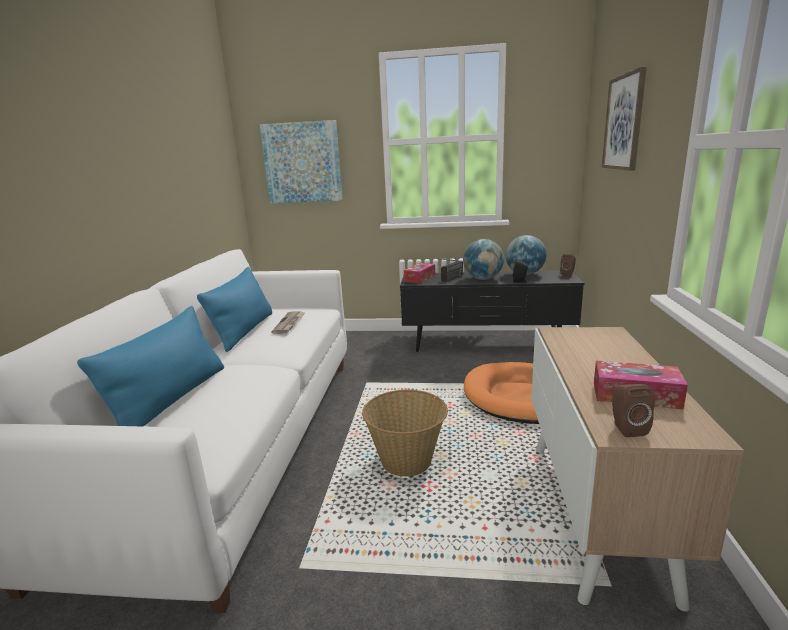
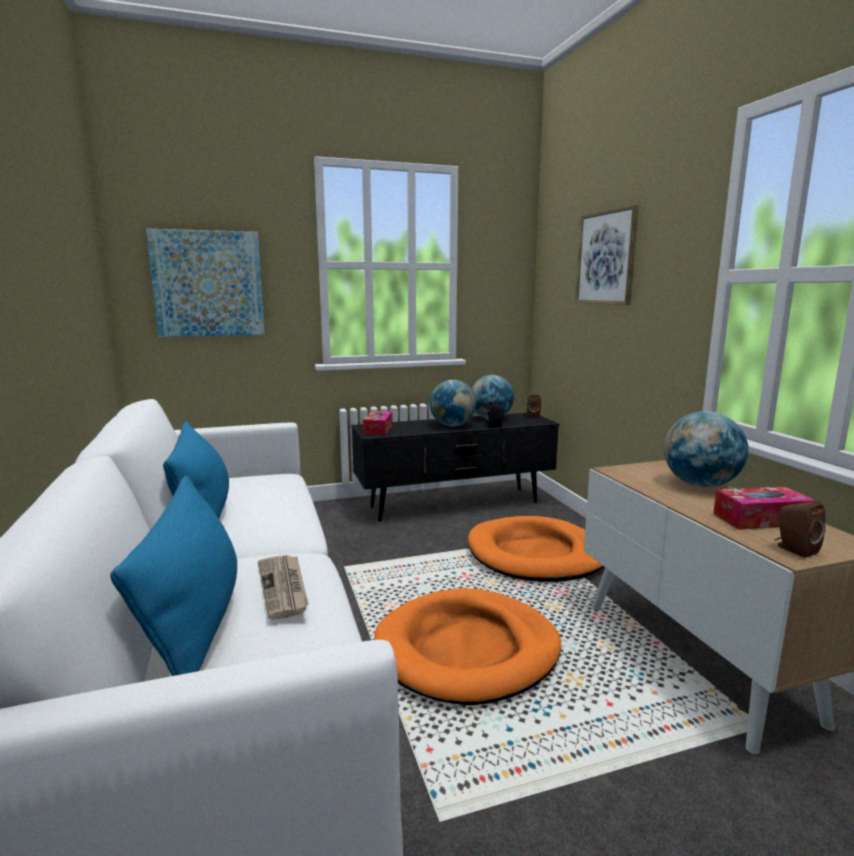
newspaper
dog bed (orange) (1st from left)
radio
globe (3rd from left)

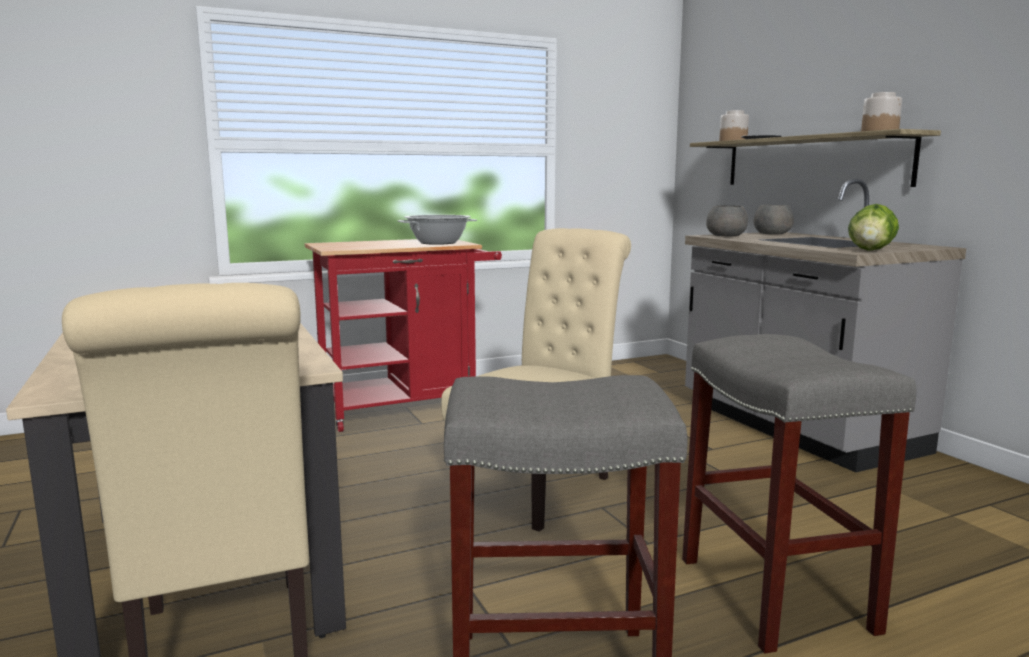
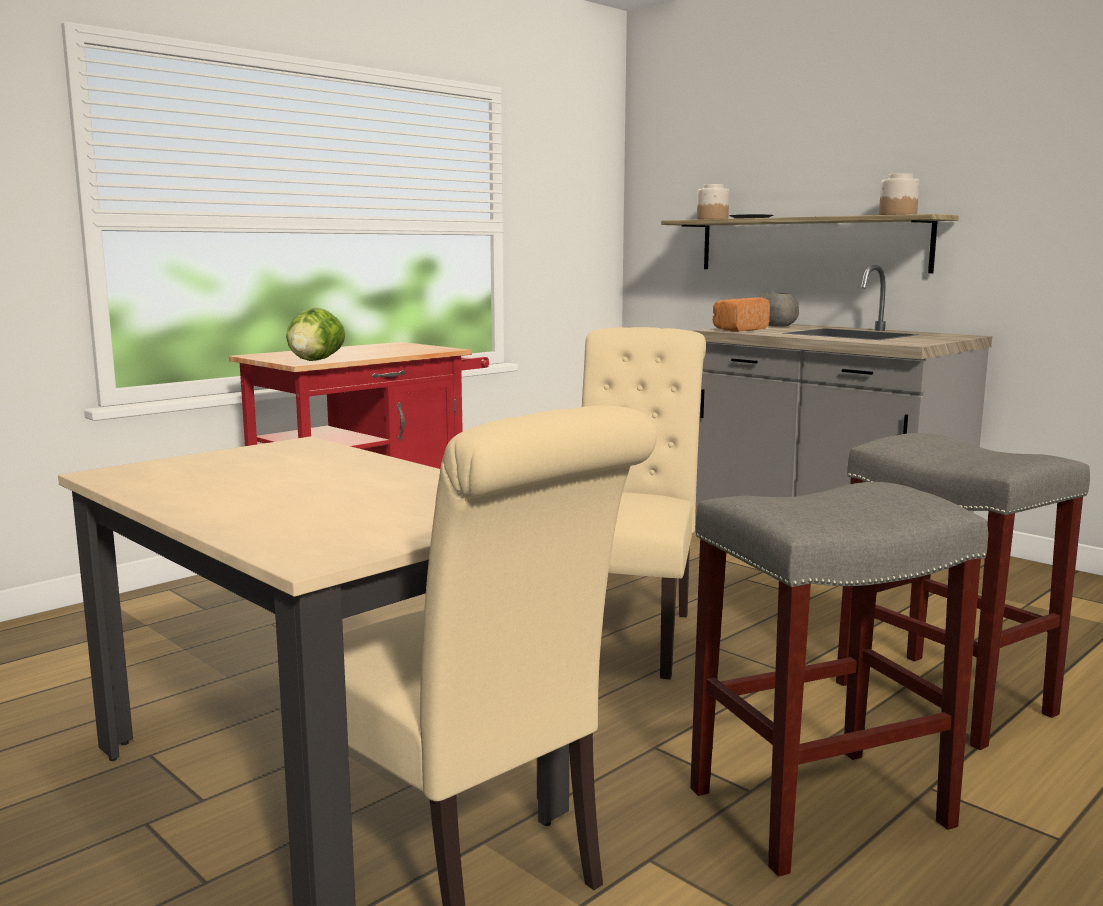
cooking pot
bread
lettuce

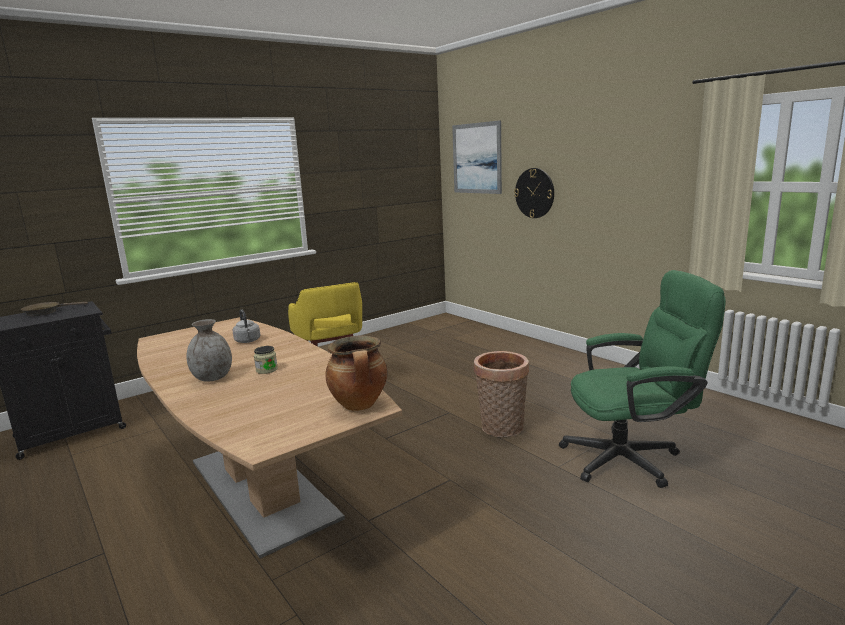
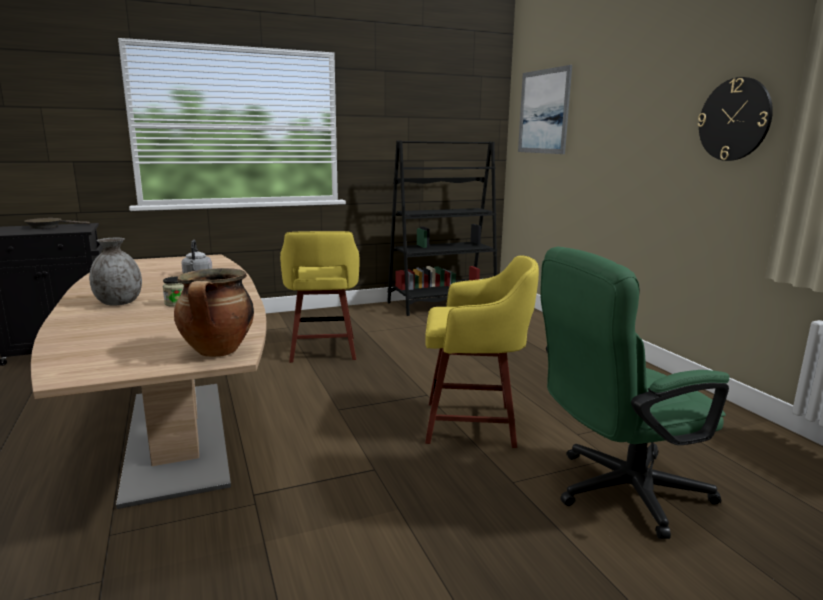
stool (yellow) (2nd from left)
wall clock
office chair (green)
bookcase (black)

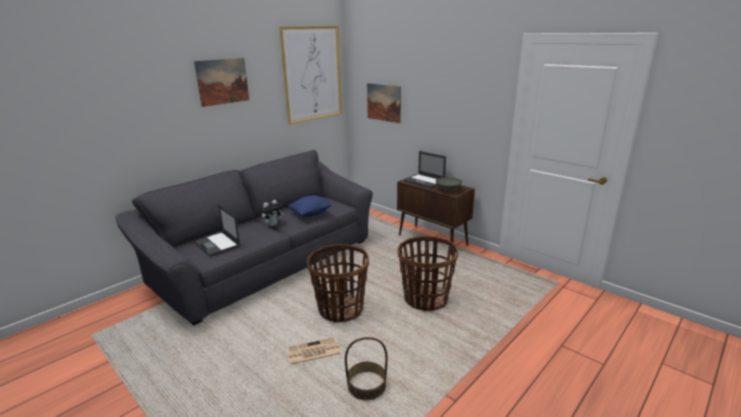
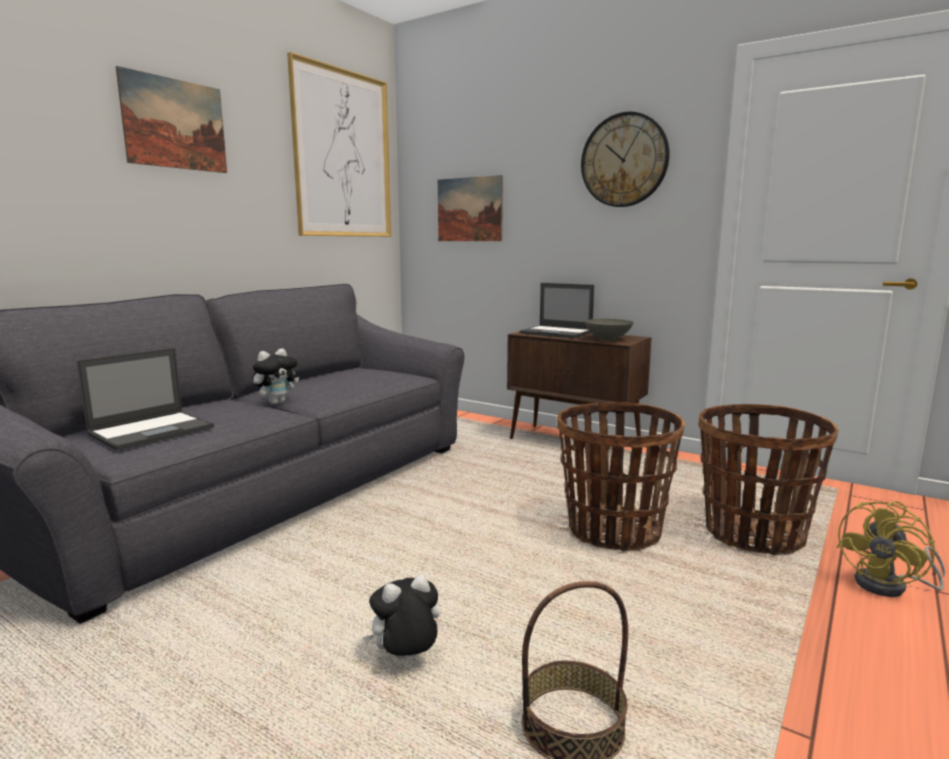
laptop (1st from left)
pillow (blue)
plush toy (2nd from left)
basket (3rd from left)
wall clock
fan (yellow)

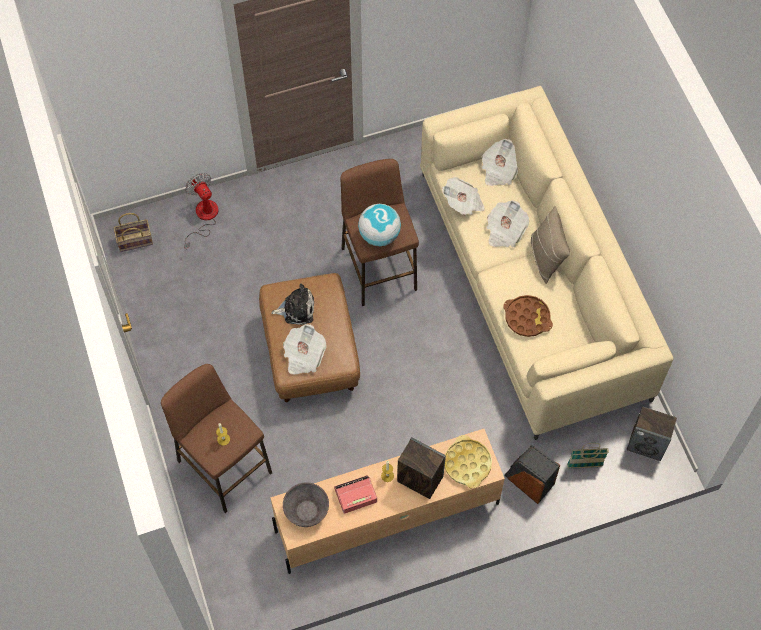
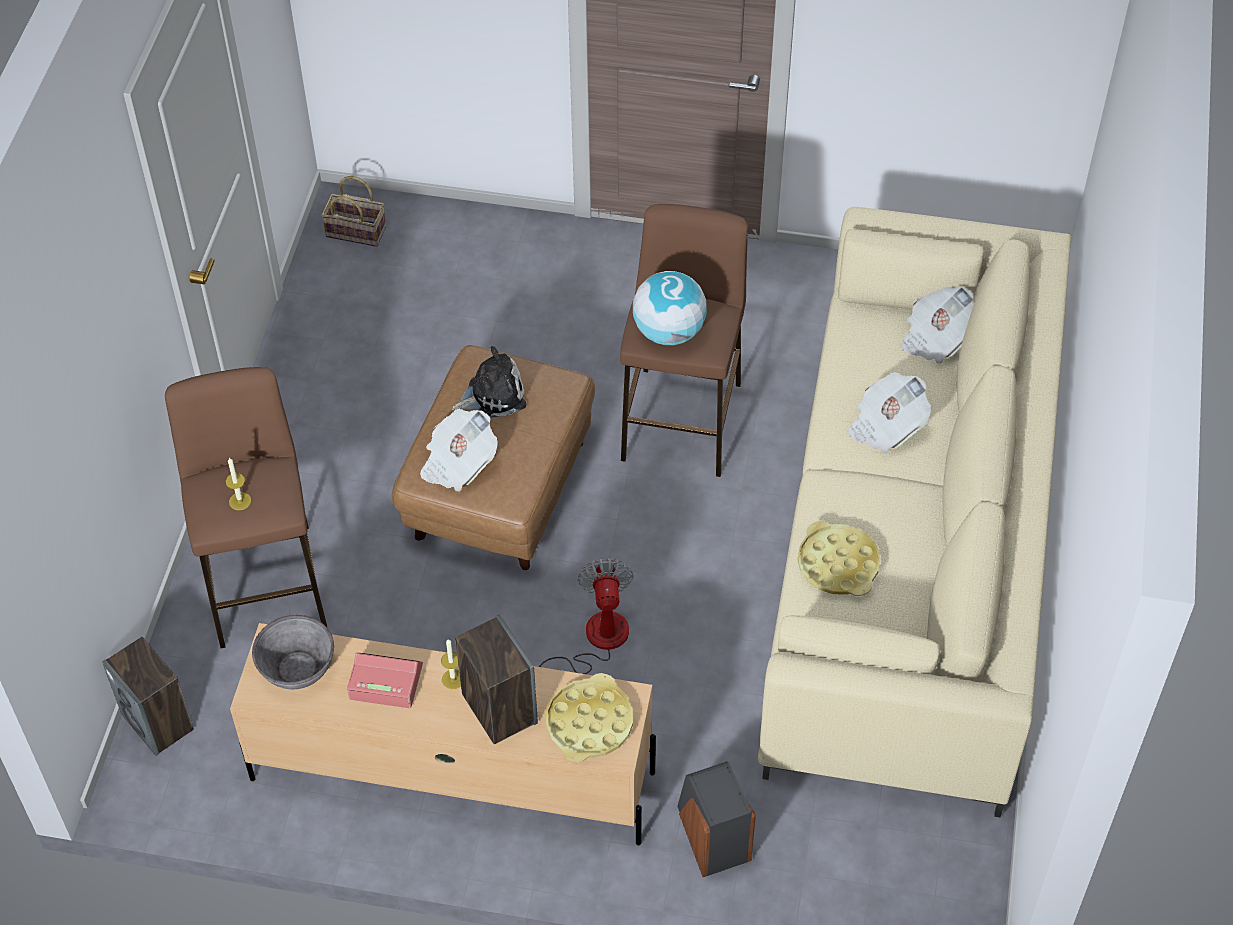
fan
plush toy
newspaper (2nd from left in the first image)
tray (yellow) (2nd from left)
pillow (beige)
basket (2nd from left in the first image)
speaker (1st from left)

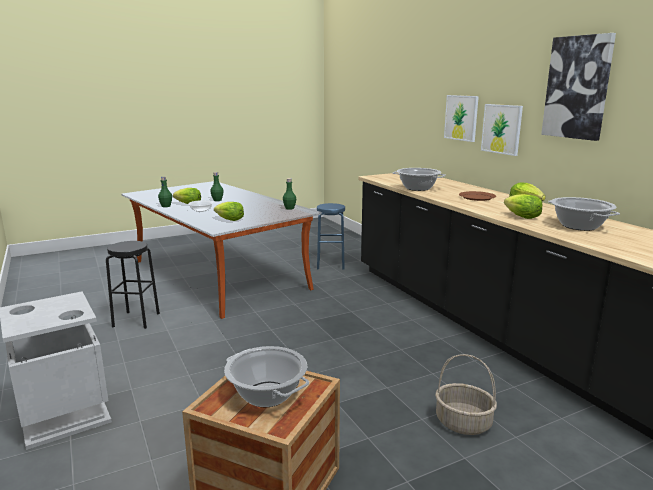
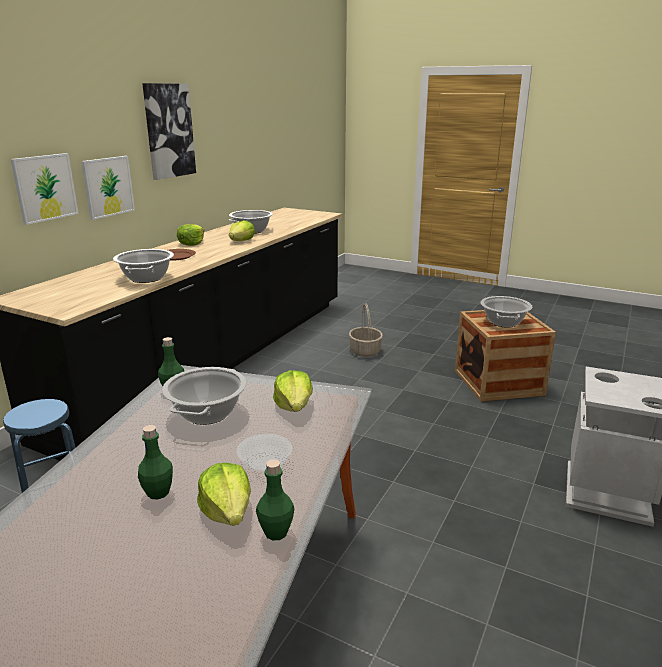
stool (black)
cooking pot (2nd from left)

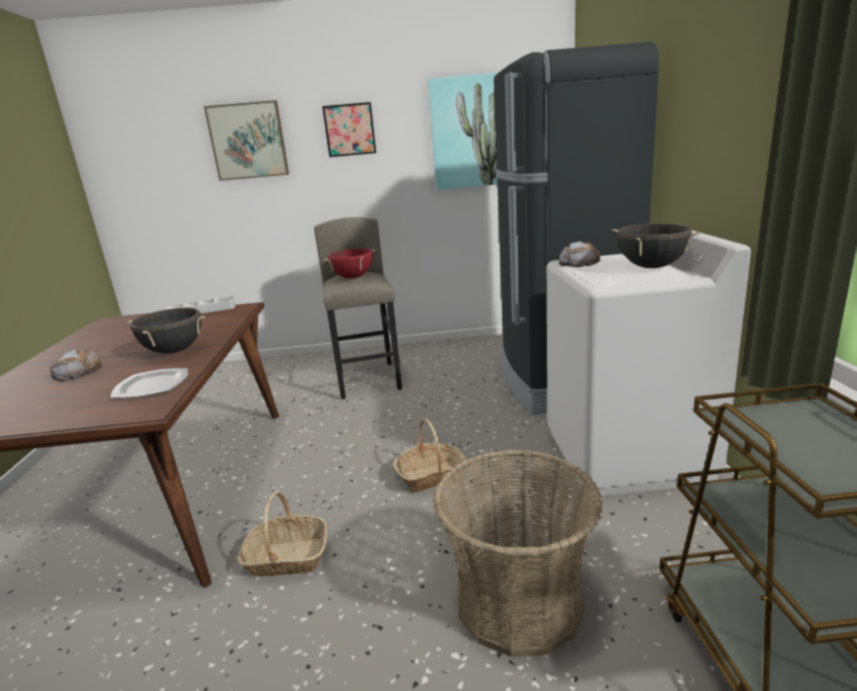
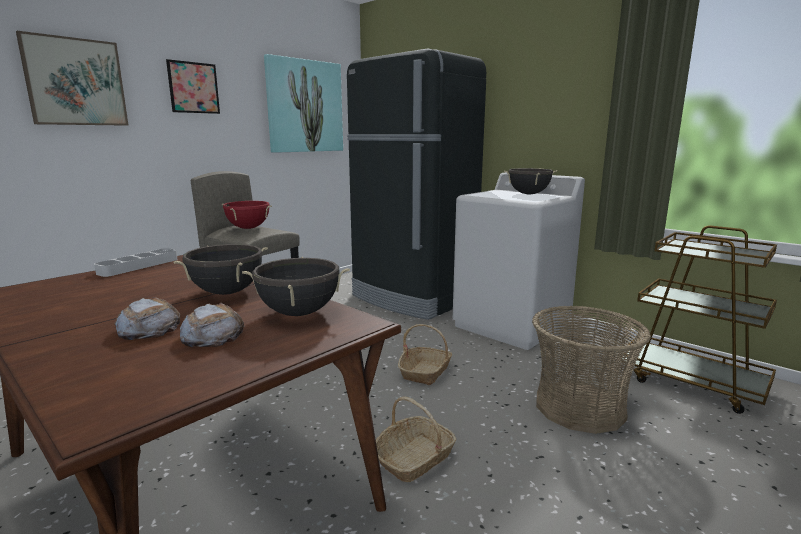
cooking pot (black) (2nd from left)
bread (2nd from left)

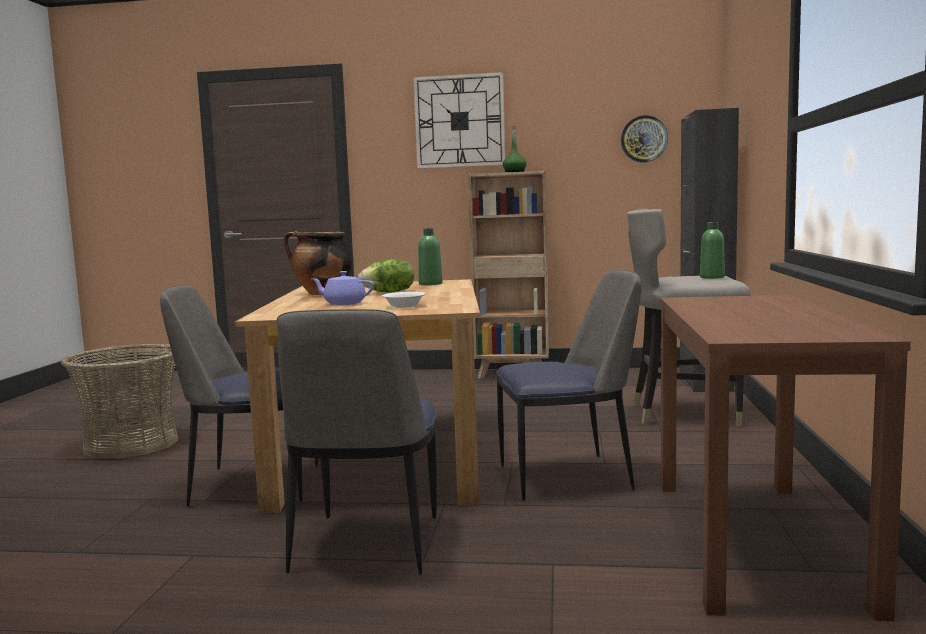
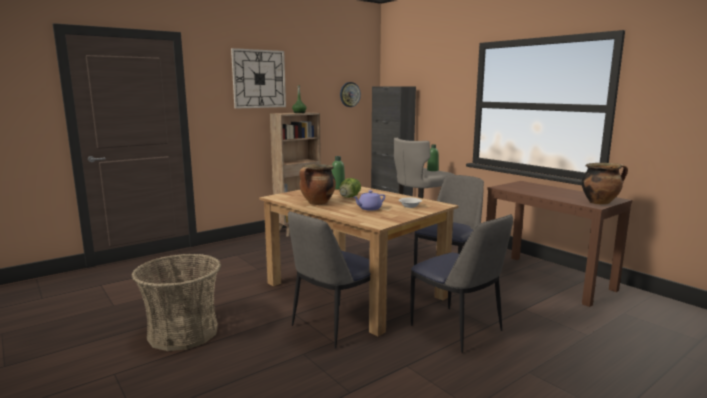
cooking pot (2nd from left)

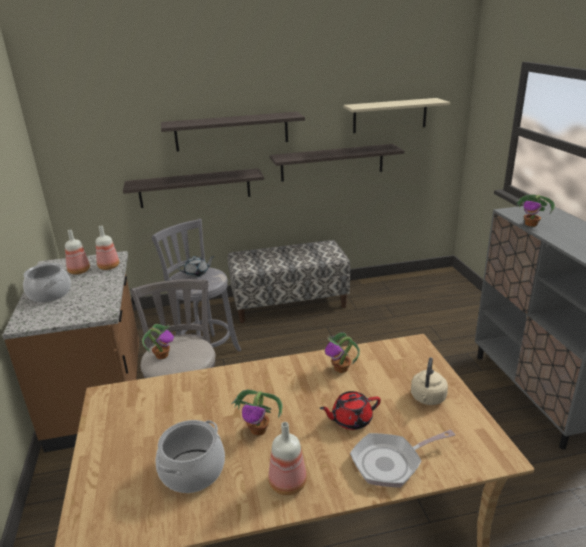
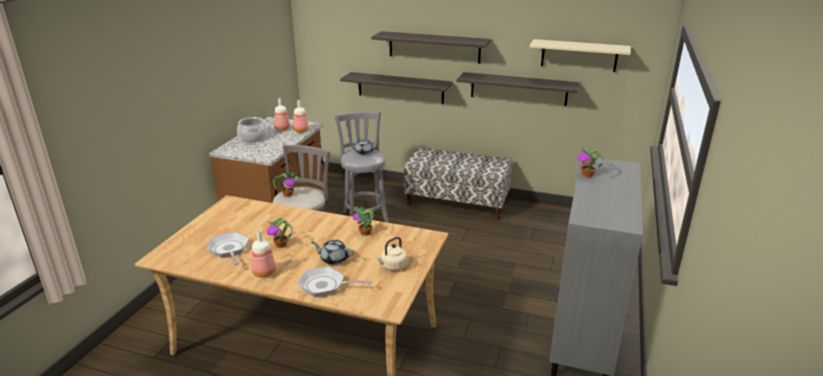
frying pan (1st from left)
teapot (grey) (1st from left)

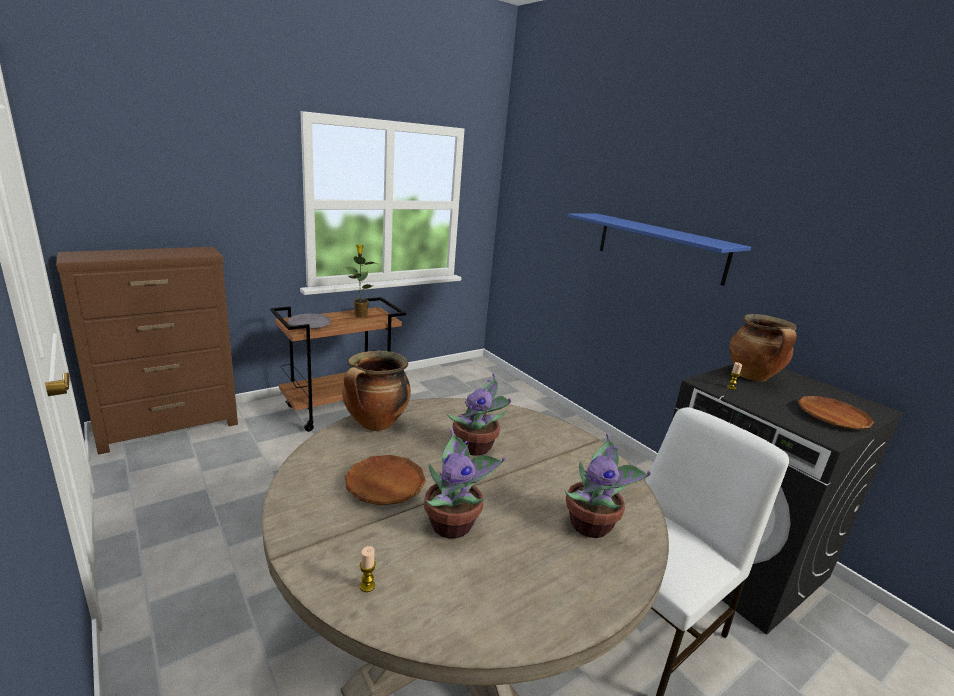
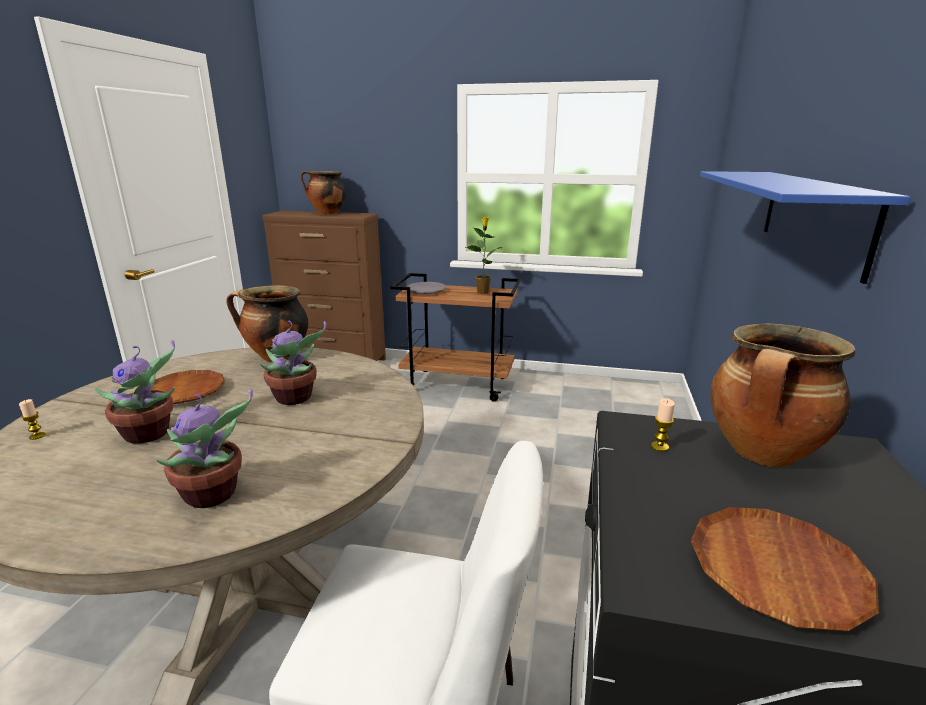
cooking pot (2nd from left)

